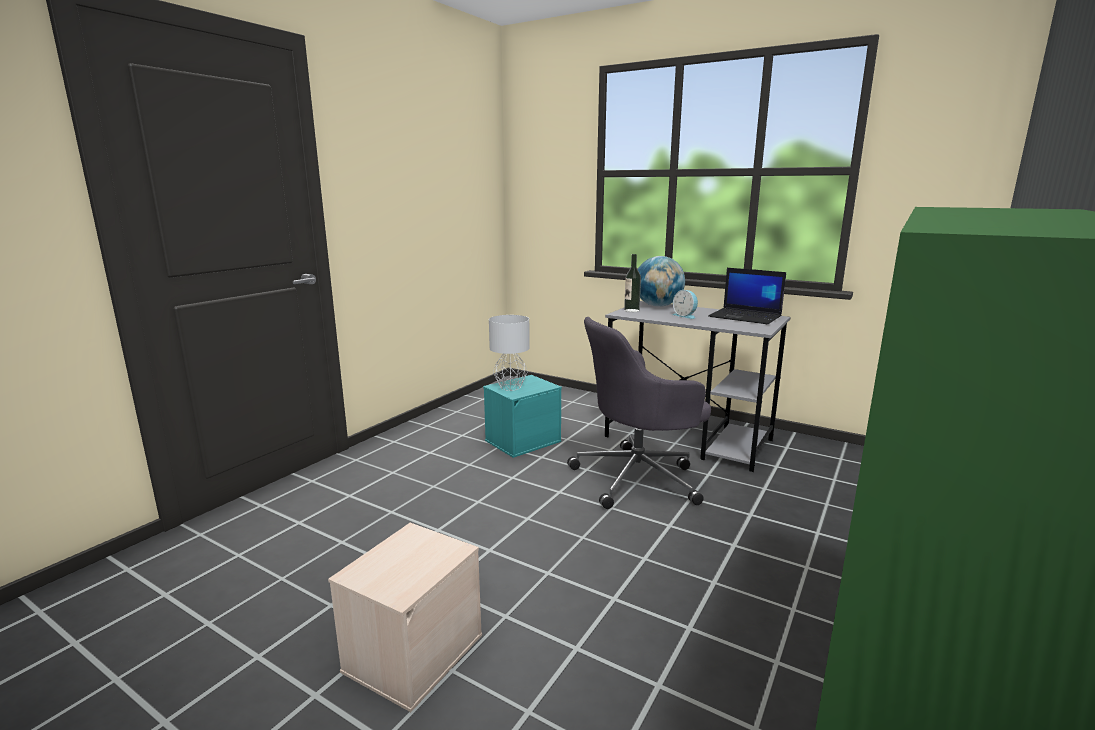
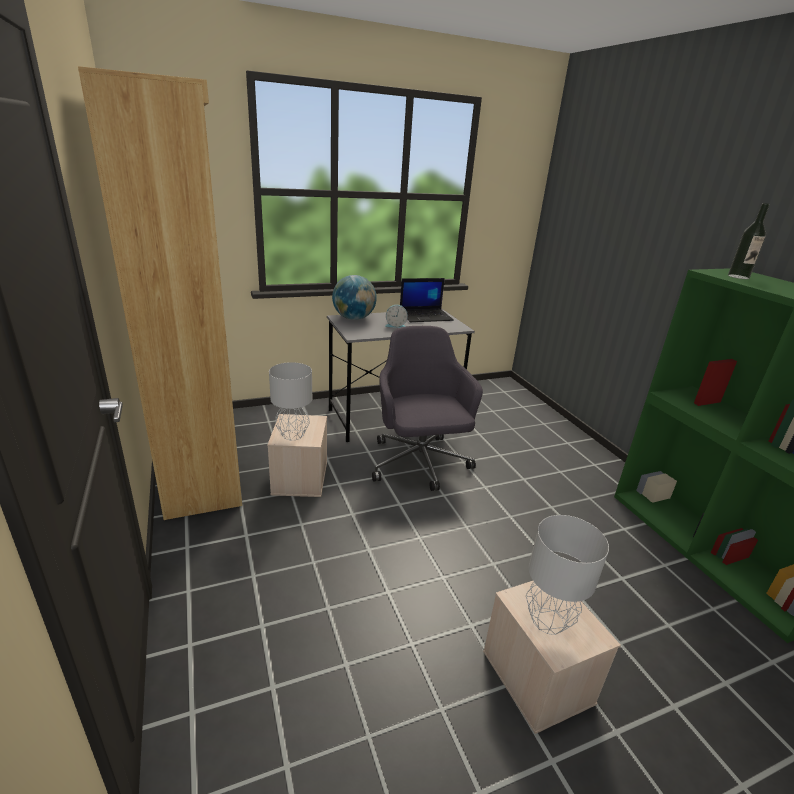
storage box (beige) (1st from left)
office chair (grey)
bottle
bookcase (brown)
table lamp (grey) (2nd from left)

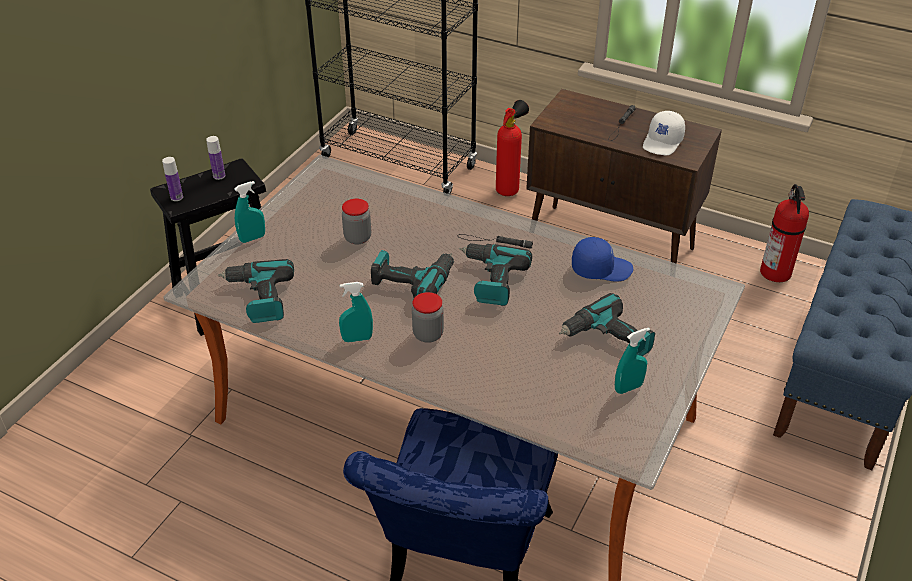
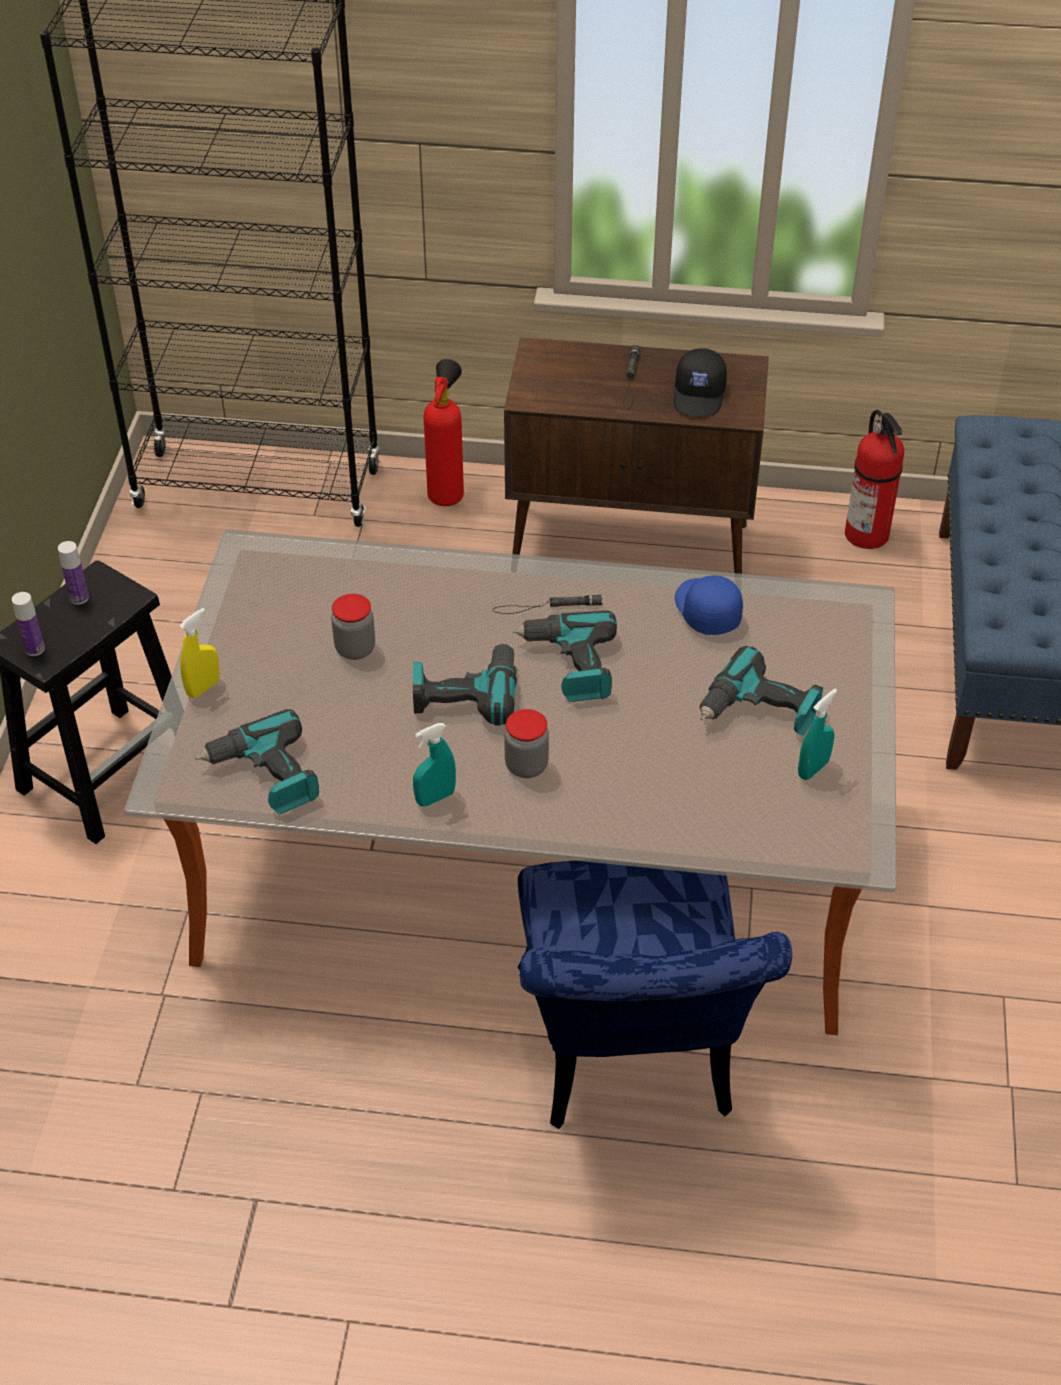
spray bottle (yellow)
cap (blue)
cap (black)

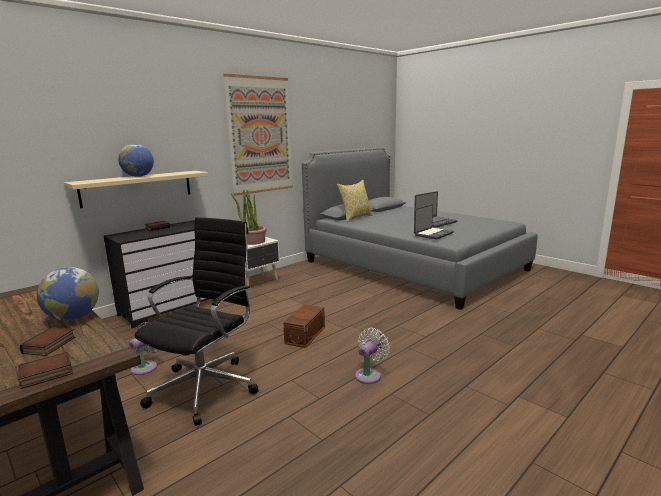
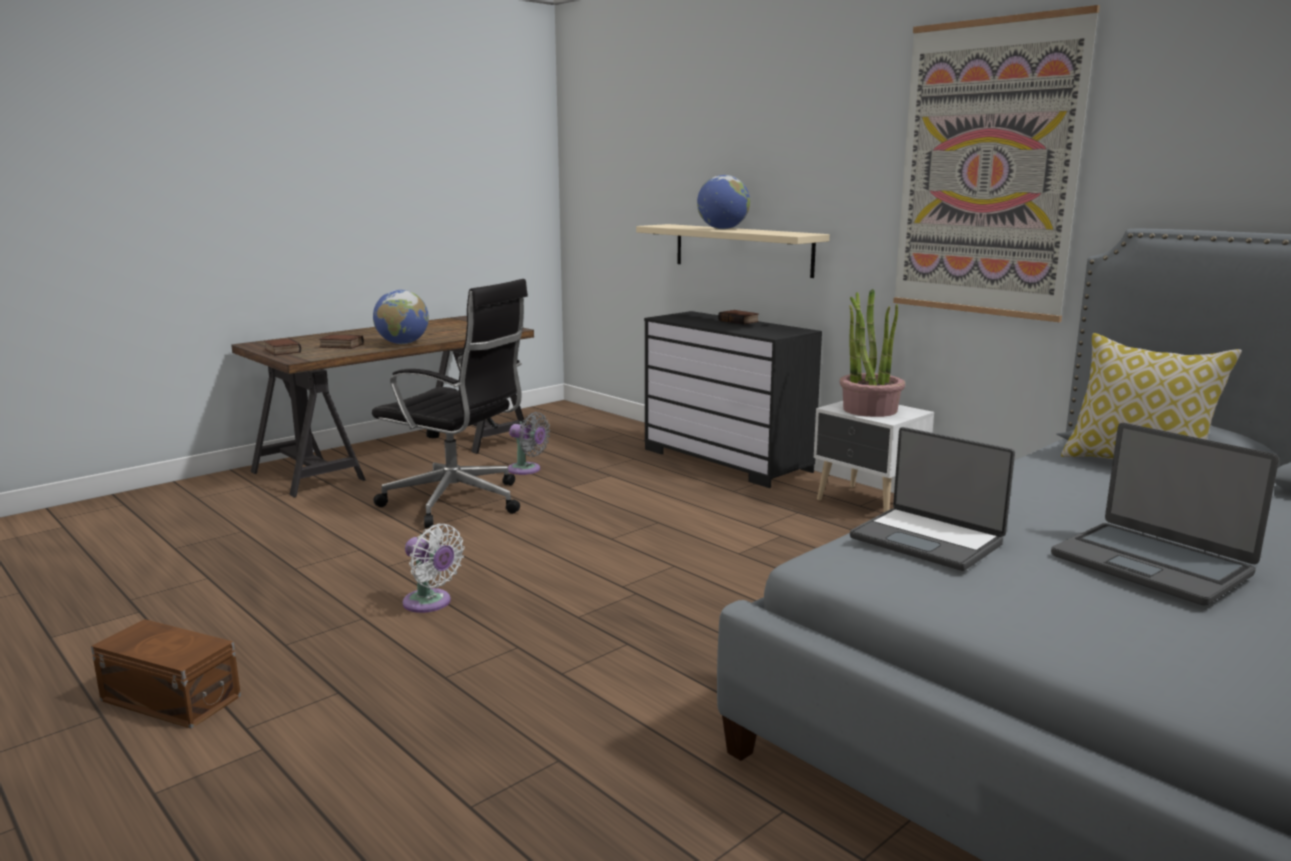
storage box (brown)

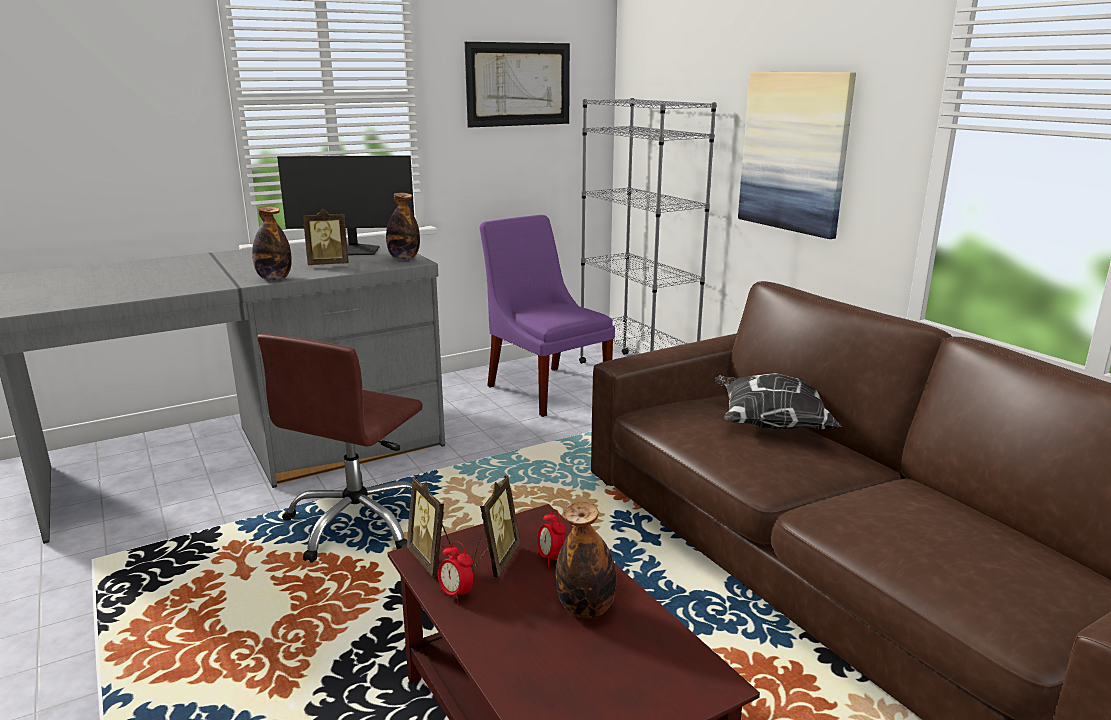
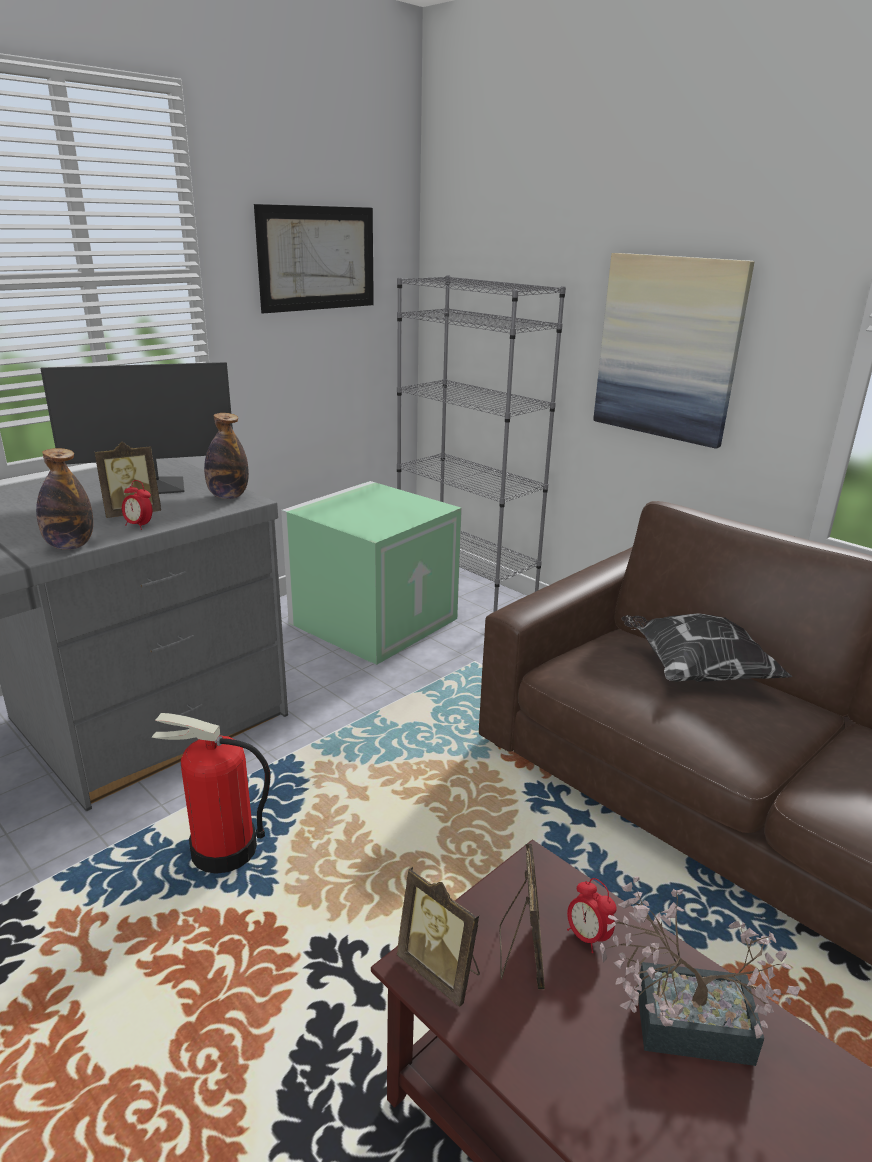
fire extinguisher
alarm clock (1st from left)
storage box (green)
potted plant

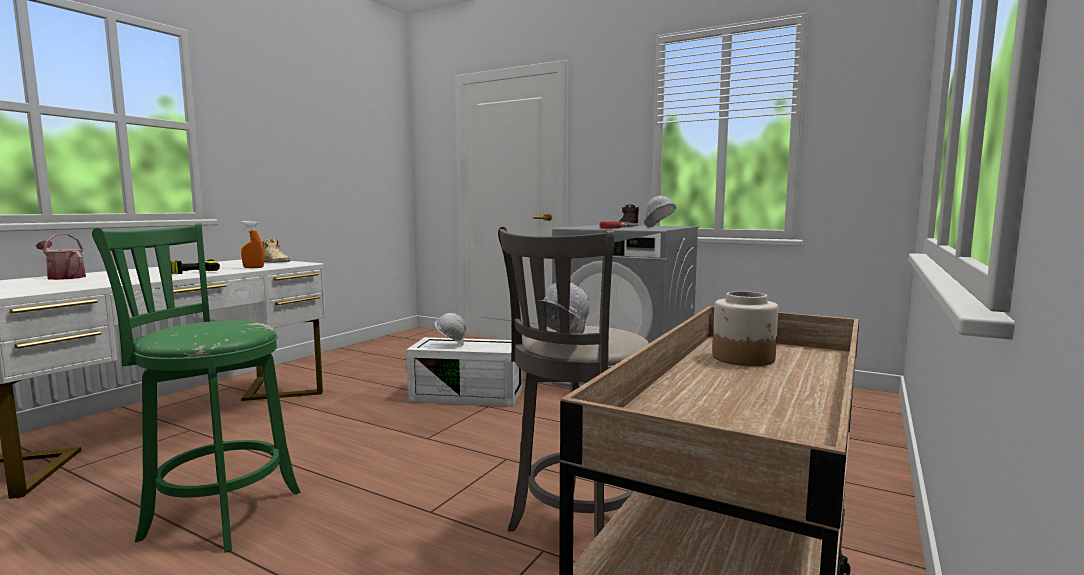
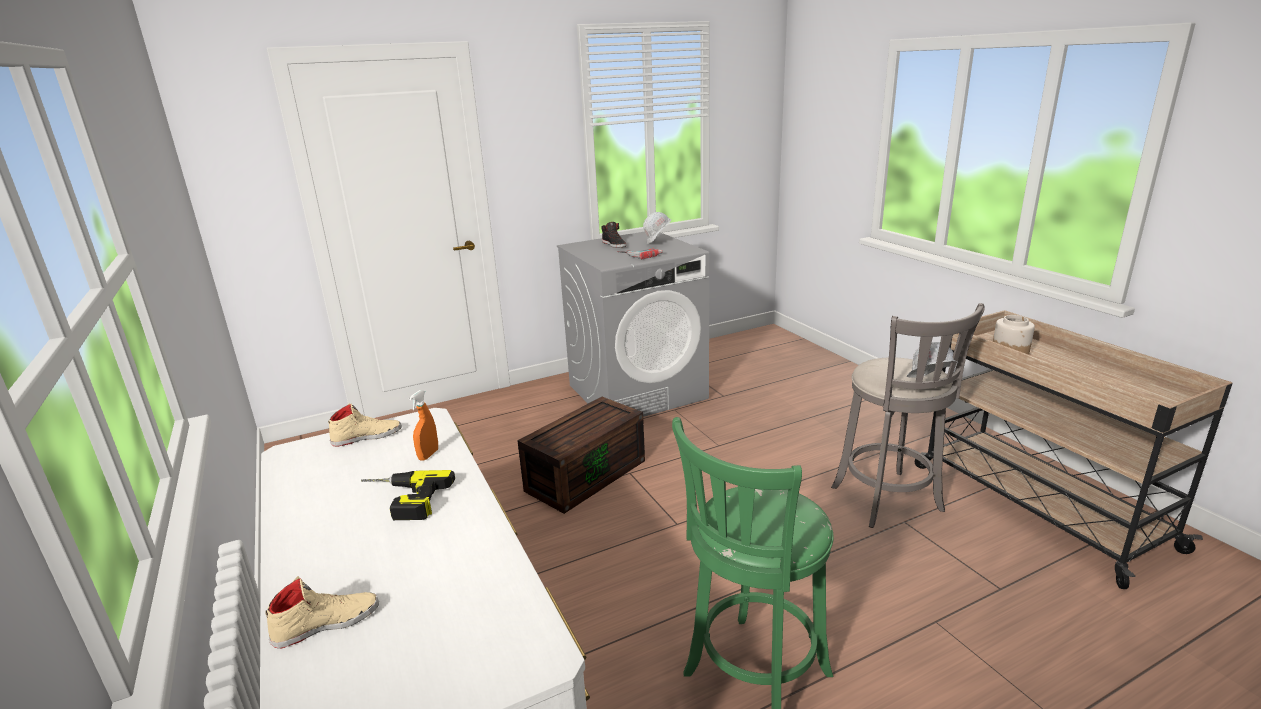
shoe (beige) (1st from left)
storage box (brown)
hard hat (white) (1st from left in the first image)

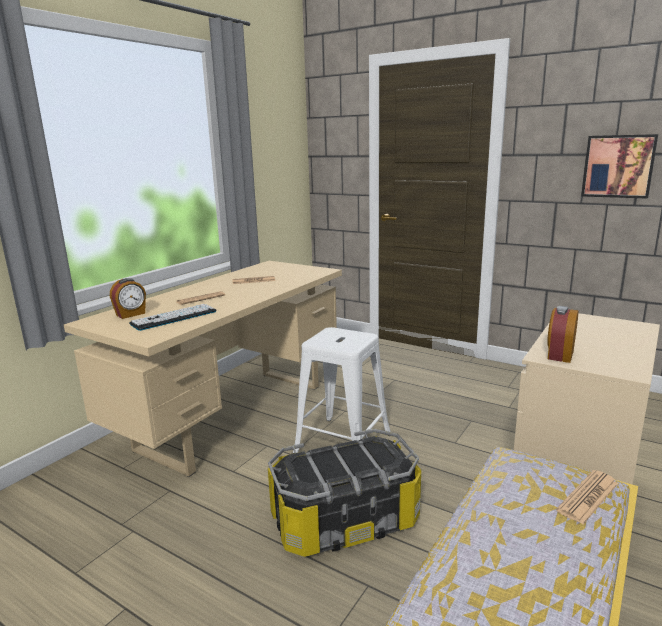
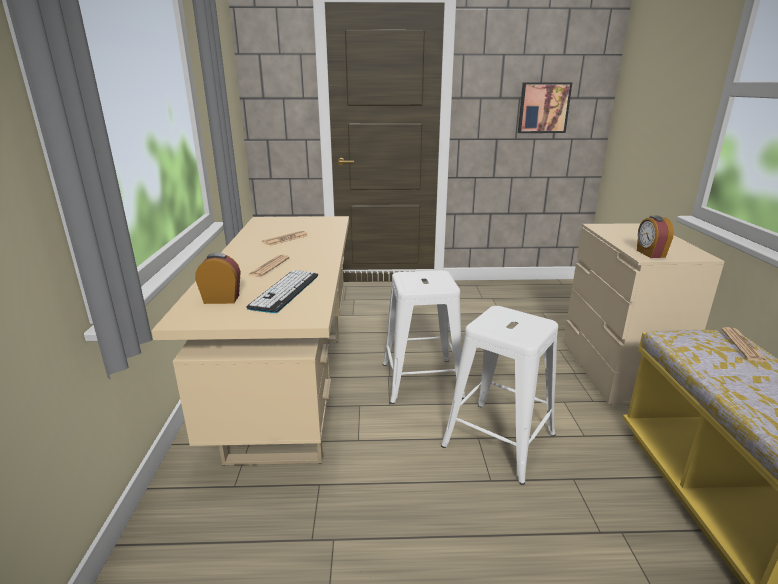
alarm clock (1st from left)
stool (white) (2nd from left)

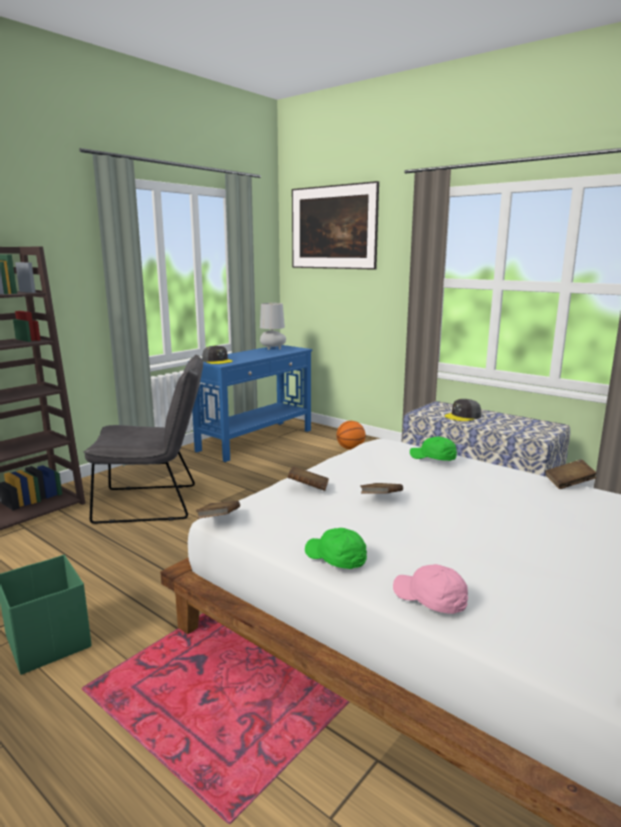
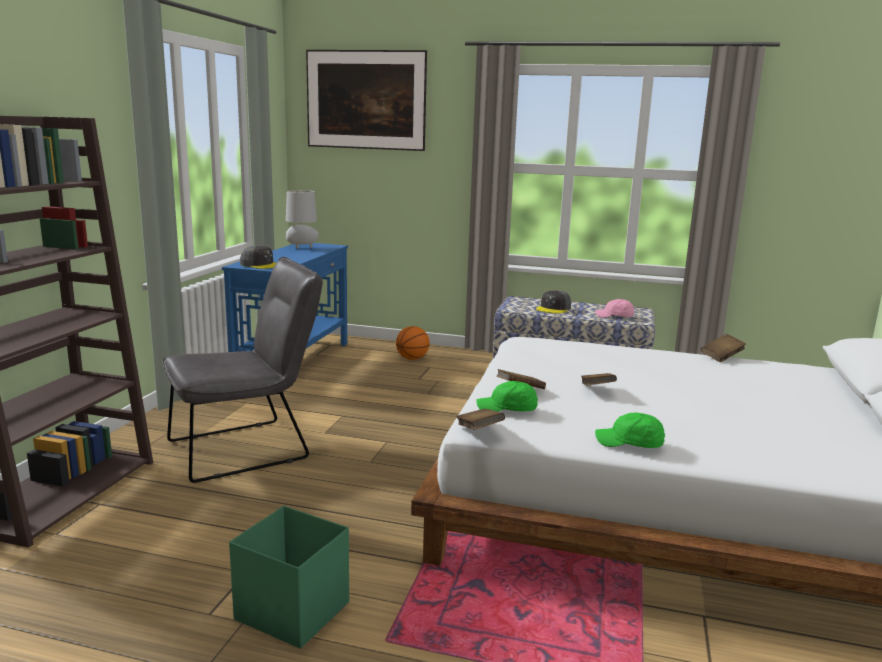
cap (pink)
cap (green) (1st from left)

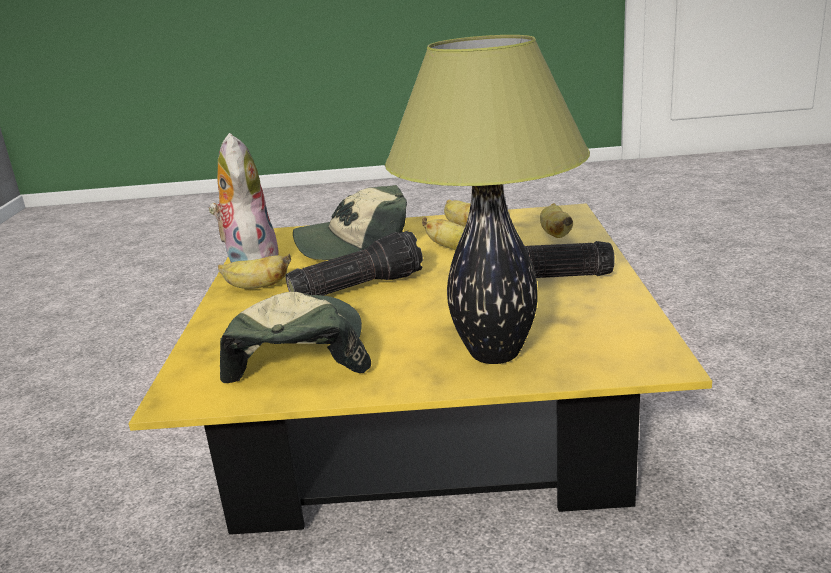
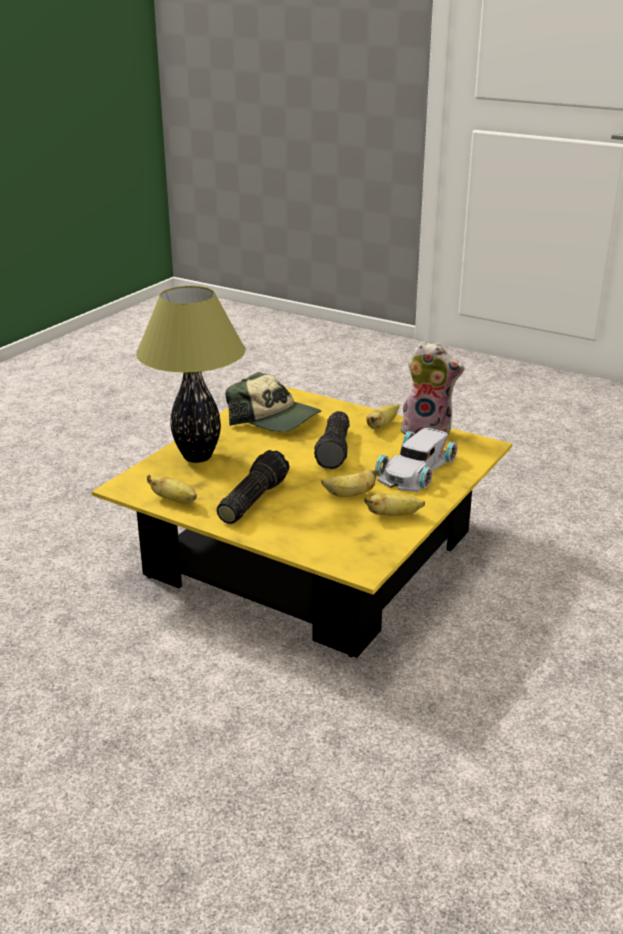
toy car (white)
banana (1st from left)

